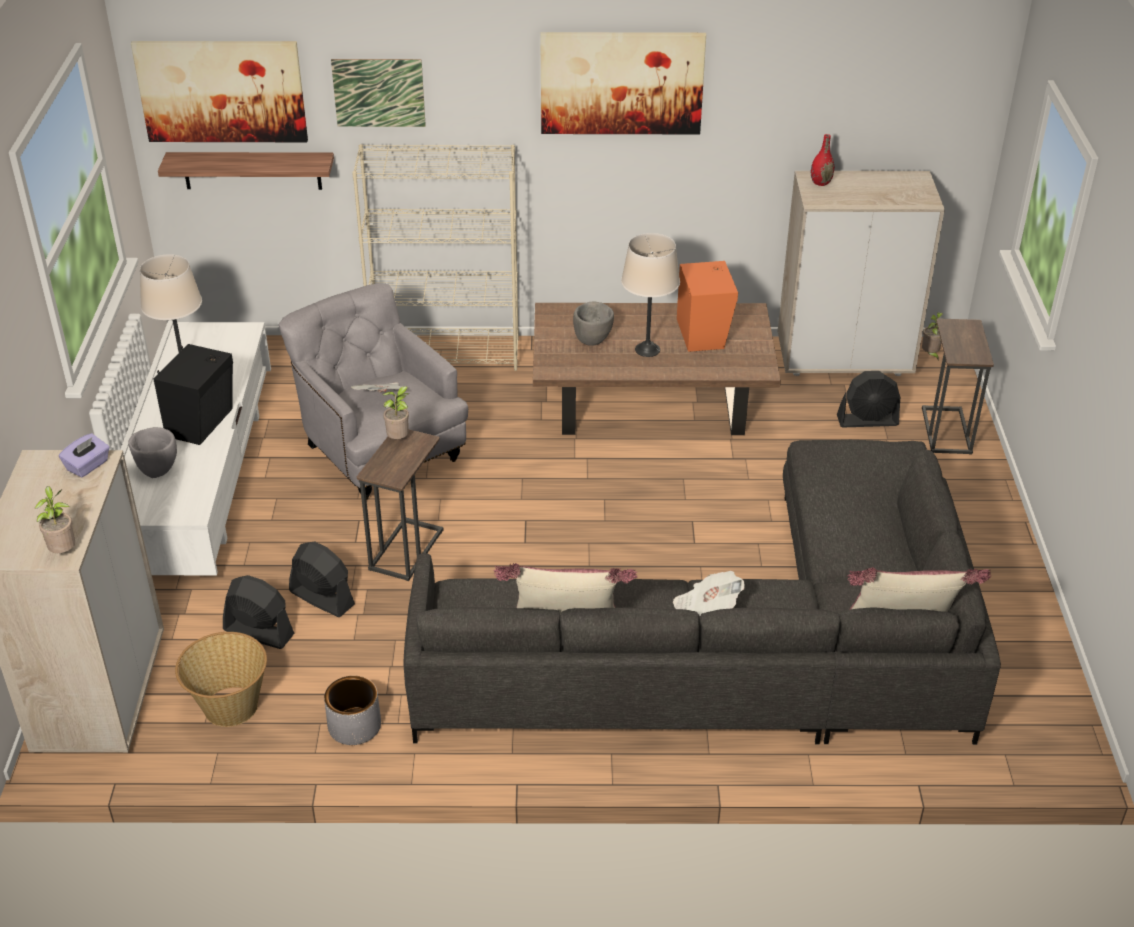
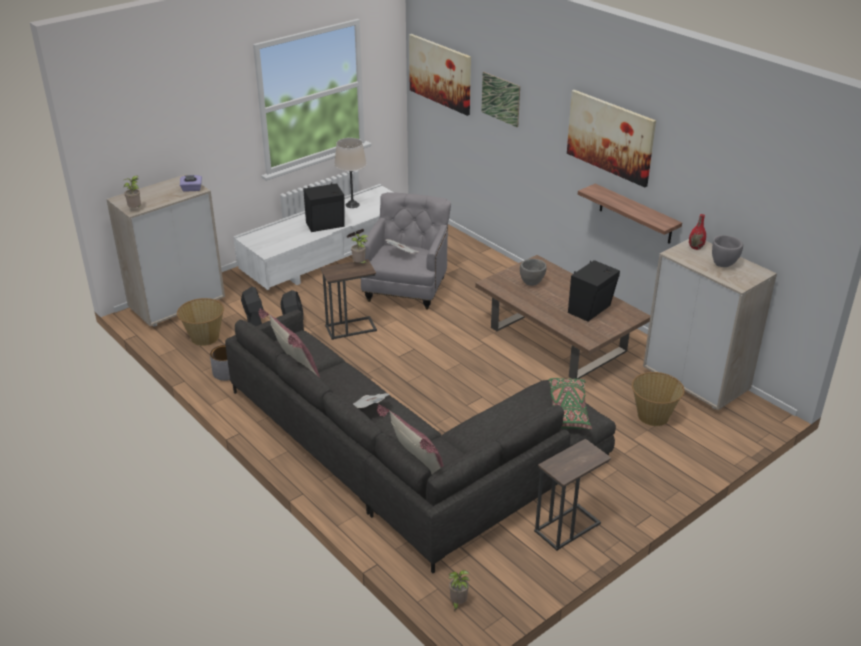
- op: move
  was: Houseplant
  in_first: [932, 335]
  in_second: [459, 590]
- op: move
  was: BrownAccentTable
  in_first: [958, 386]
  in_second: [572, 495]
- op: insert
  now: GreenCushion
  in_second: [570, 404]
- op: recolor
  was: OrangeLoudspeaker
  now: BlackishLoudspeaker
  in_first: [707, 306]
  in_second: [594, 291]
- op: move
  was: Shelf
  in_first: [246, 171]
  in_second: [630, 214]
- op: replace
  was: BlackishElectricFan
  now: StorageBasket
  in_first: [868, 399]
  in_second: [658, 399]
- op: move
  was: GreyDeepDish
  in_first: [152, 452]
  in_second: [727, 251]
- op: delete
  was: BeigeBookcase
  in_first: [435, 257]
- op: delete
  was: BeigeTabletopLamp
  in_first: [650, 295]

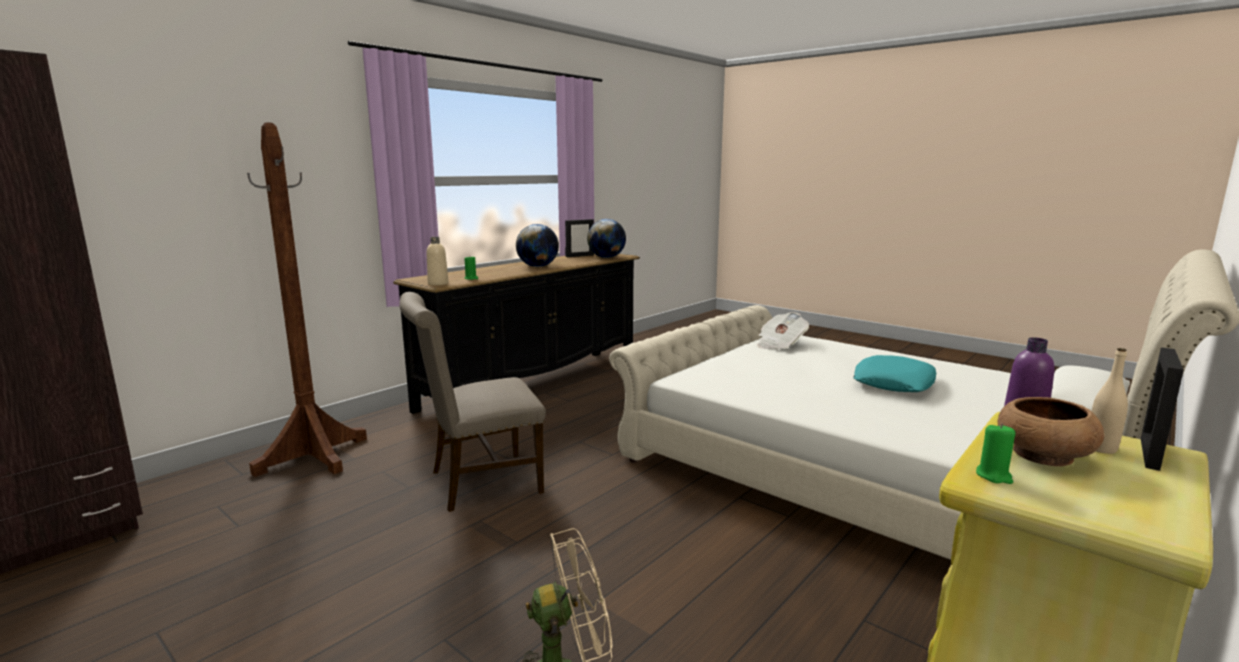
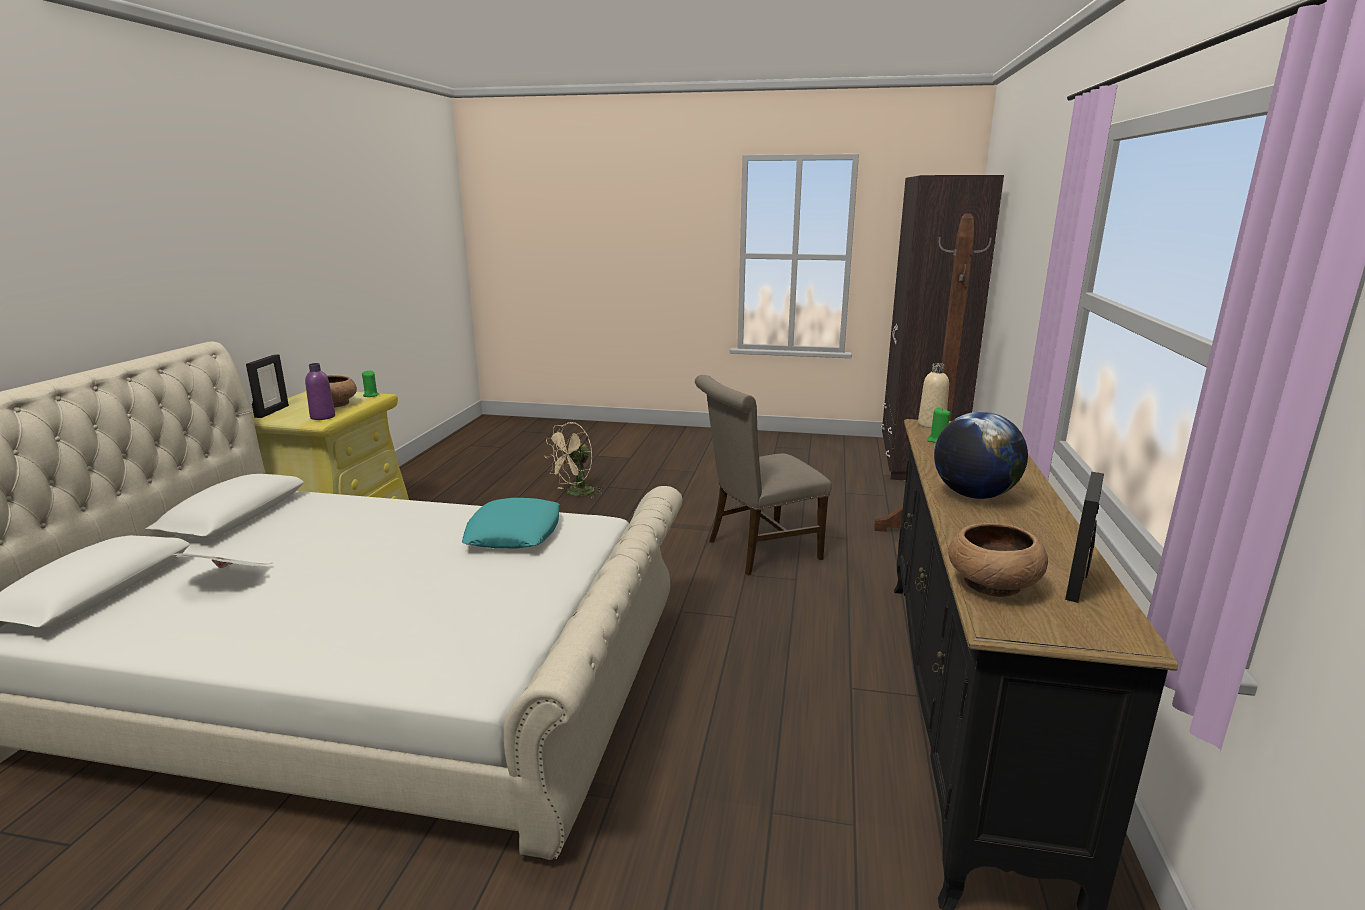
- op: move
  was: DailyPaper
  in_first: [783, 330]
  in_second: [221, 560]
- op: move
  was: TurquoiseColouredCushion
  in_first: [895, 373]
  in_second: [511, 523]
- op: rotate
  was: BeigePlainChair
  in_first: [472, 402]
  in_second: [763, 475]
  clockwise: -150
- op: replace
  was: Globe
  now: BrownDeepDish
  in_first: [606, 238]
  in_second: [998, 560]
- op: delete
  was: BeigeDrinkBottle
  in_first: [1109, 401]

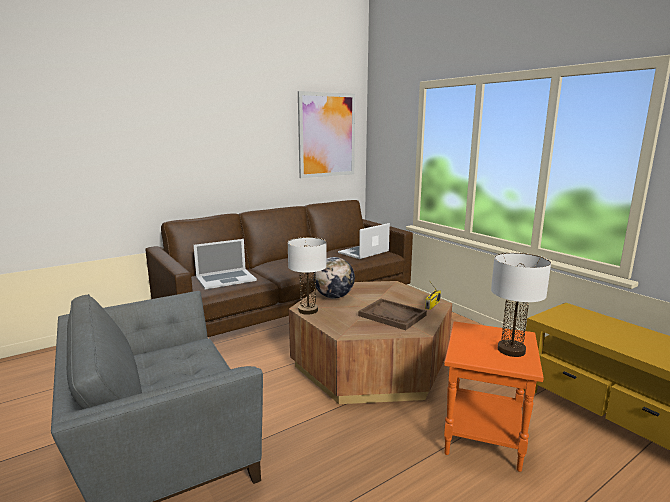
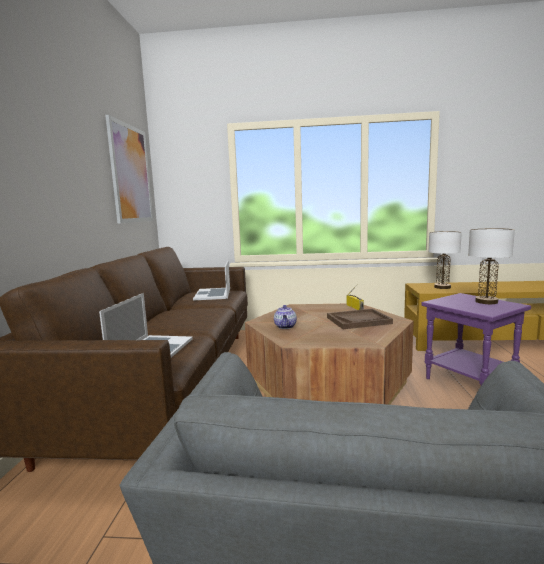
- op: replace
  was: Globe
  now: PotForTea
  in_first: [334, 277]
  in_second: [285, 317]
- op: recolor
  was: OrangeAccentTable
  now: PurplishAccentTable
  in_first: [494, 396]
  in_second: [476, 339]
- op: move
  was: TabletopLamp
  in_first: [307, 276]
  in_second: [445, 260]

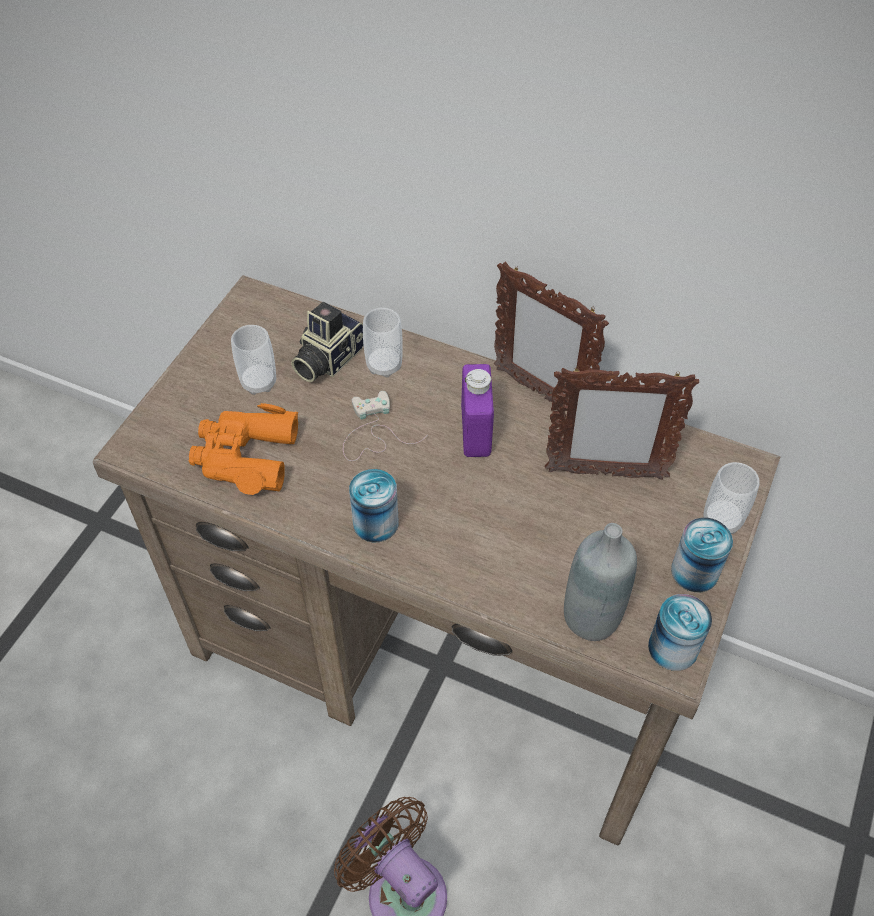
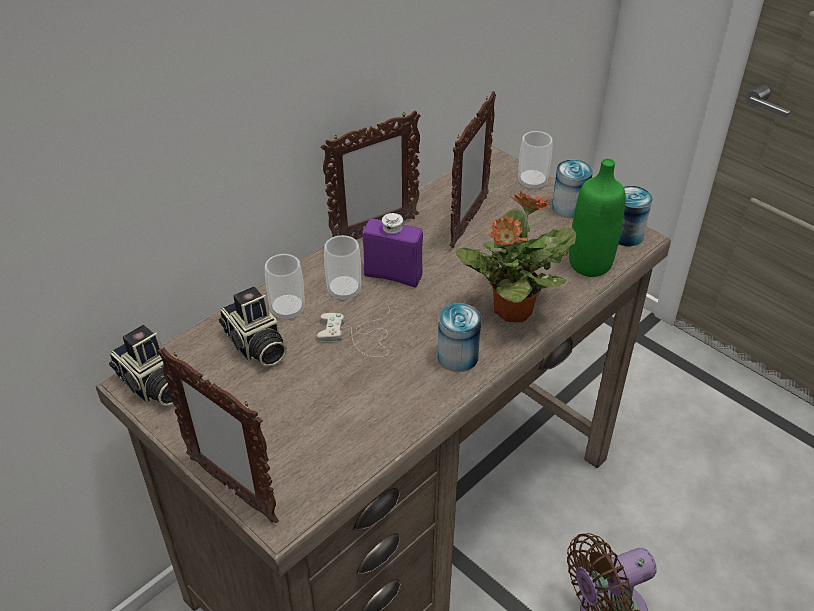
- op: insert
  now: StillCamera
  in_second: [141, 365]
- op: insert
  now: PictureFrame
  in_second: [218, 435]
- op: move
  was: SmallCup
  in_first: [253, 360]
  in_second: [342, 268]
- op: insert
  now: Houseplant
  in_second: [516, 257]
- op: recolor
  was: GreyDrinkBottle
  now: GreenDrinkBottle
  in_first: [600, 582]
  in_second: [597, 217]
- op: delete
  was: OrangePairOfBinoculars
  in_first: [243, 449]

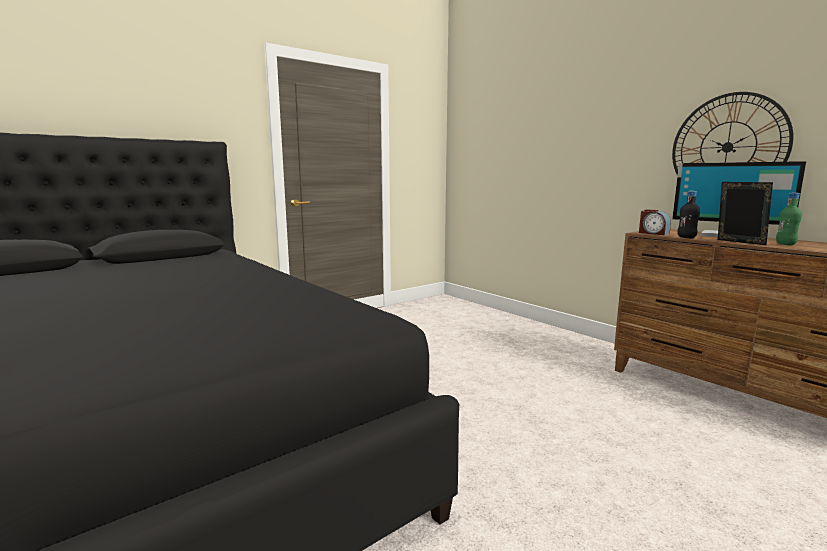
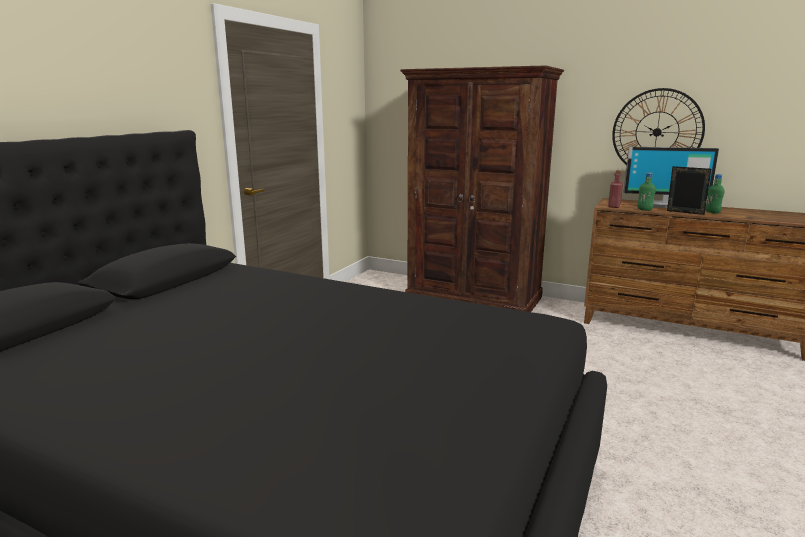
- op: insert
  now: BrownArmoire
  in_second: [482, 189]
- op: replace
  was: AlarmClock
  now: RedColouredDrinkBottle
  in_first: [655, 222]
  in_second: [615, 189]
- op: recolor
  was: BlackishDrinkBottle
  now: GreenDrinkBottle
  in_first: [688, 214]
  in_second: [646, 192]

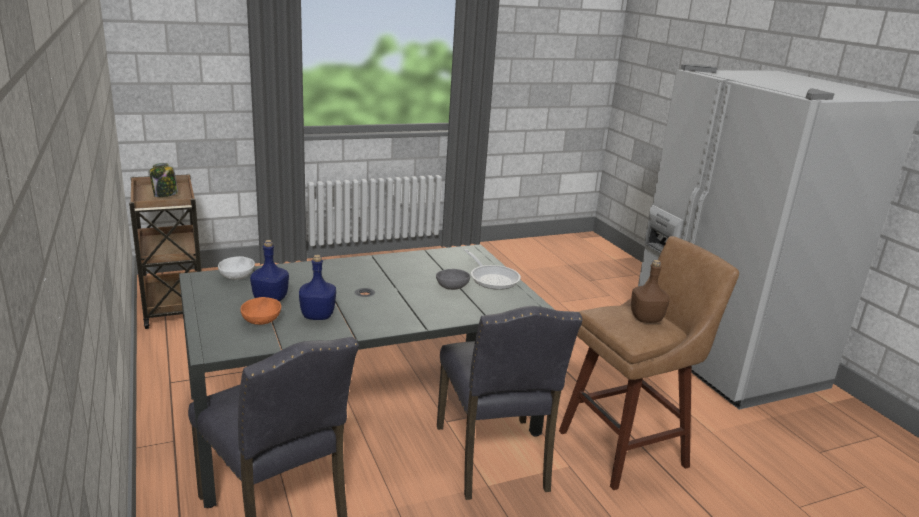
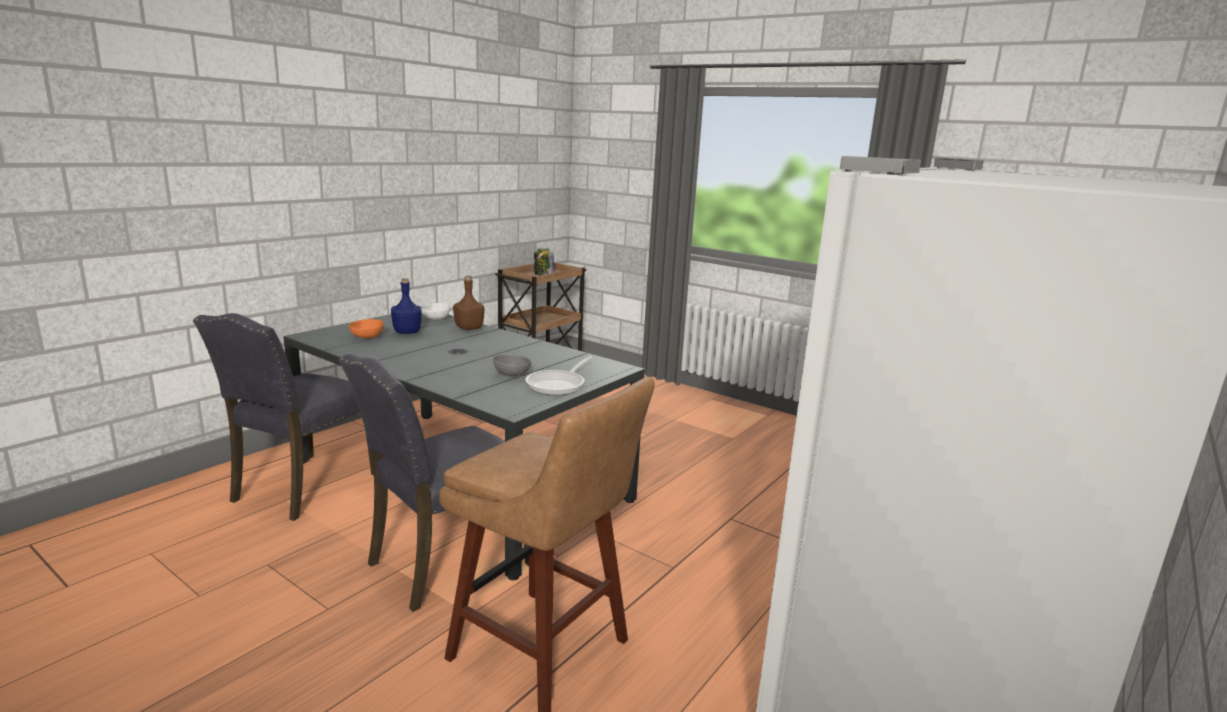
- op: move
  was: BrownDrinkBottle
  in_first: [650, 291]
  in_second: [469, 303]
- op: delete
  was: BluishDrinkBottle
  in_first: [317, 287]

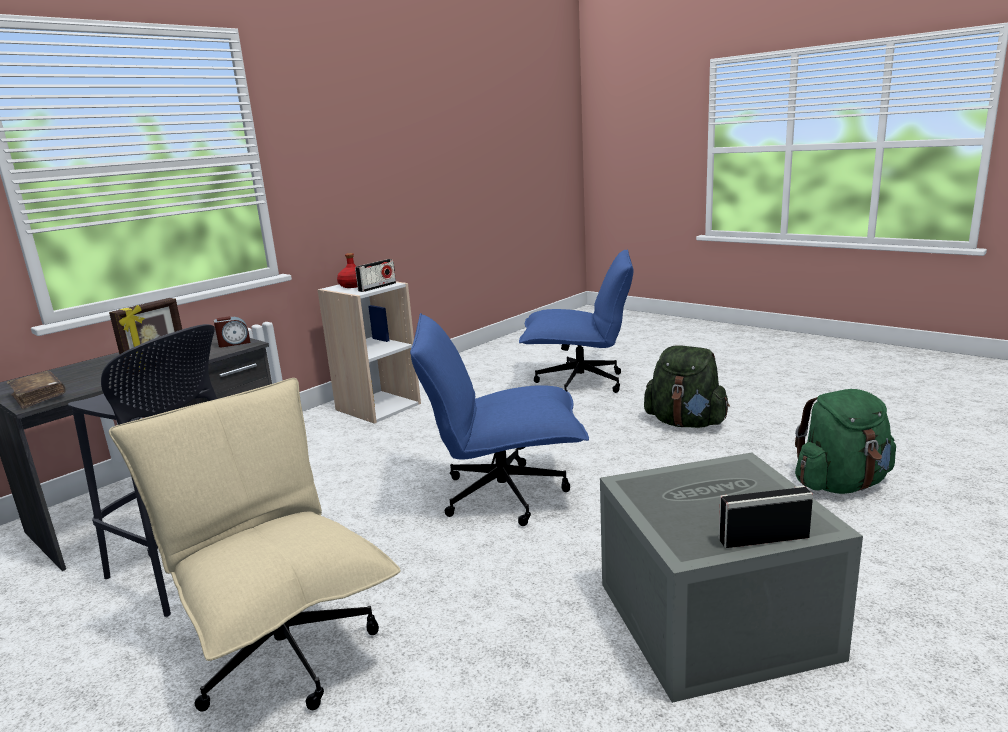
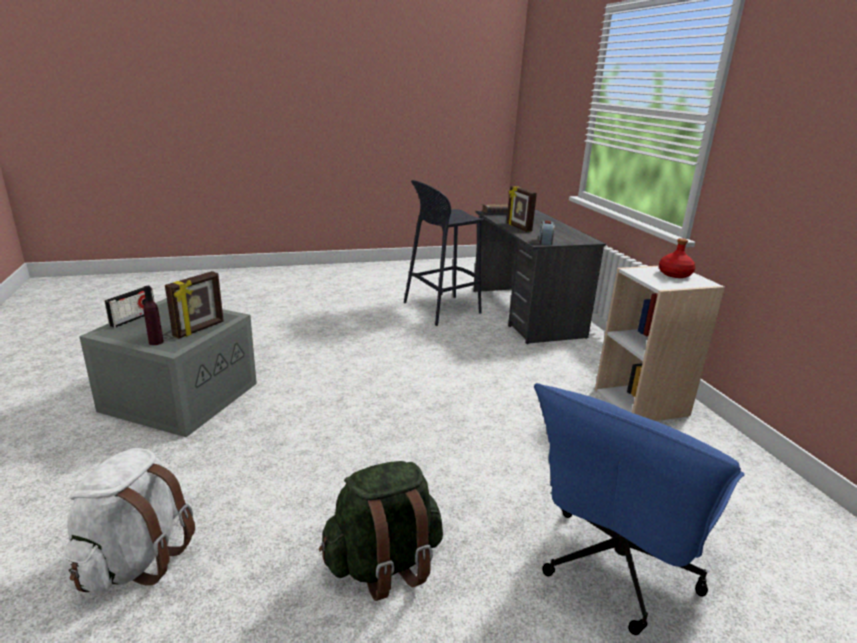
- op: recolor
  was: GreenBackpack
  now: WhitishBackpack
  in_first: [845, 441]
  in_second: [129, 520]
- op: insert
  now: PurplishDrinkBottle
  in_second: [153, 315]
- op: insert
  now: PictureFrame
  in_second: [194, 305]
- op: delete
  was: BeigeOfficeChair
  in_first: [255, 545]
- op: delete
  was: RadioReceiver
  in_first: [375, 275]
- op: delete
  was: BluishOfficeChair
  in_first: [499, 419]

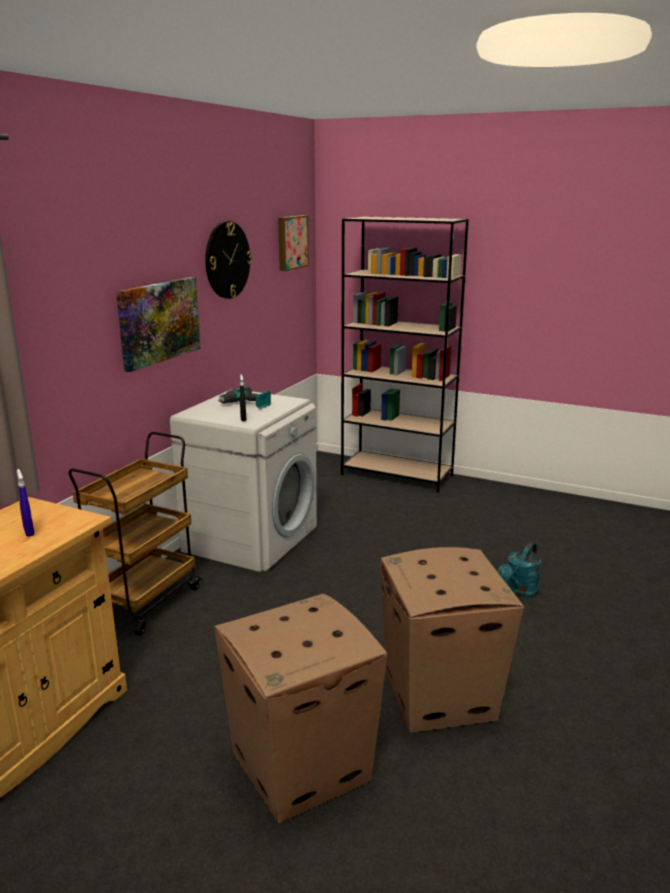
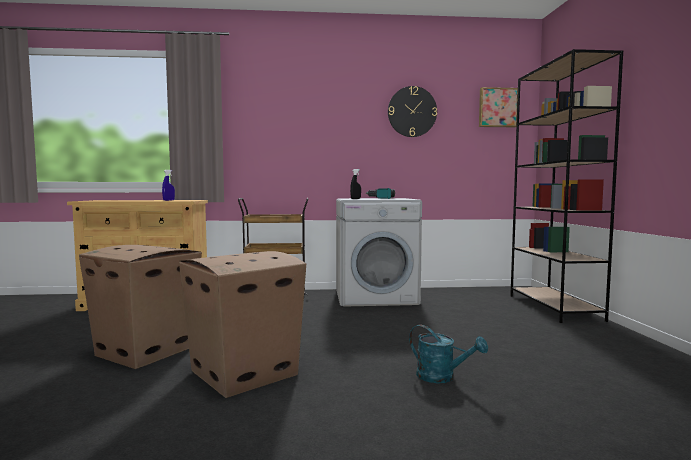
- op: rotate
  was: TurquoiseColouredWateringCan
  in_first: [519, 570]
  in_second: [448, 354]
  clockwise: -150
- op: delete
  was: WallArt
  in_first: [158, 324]

